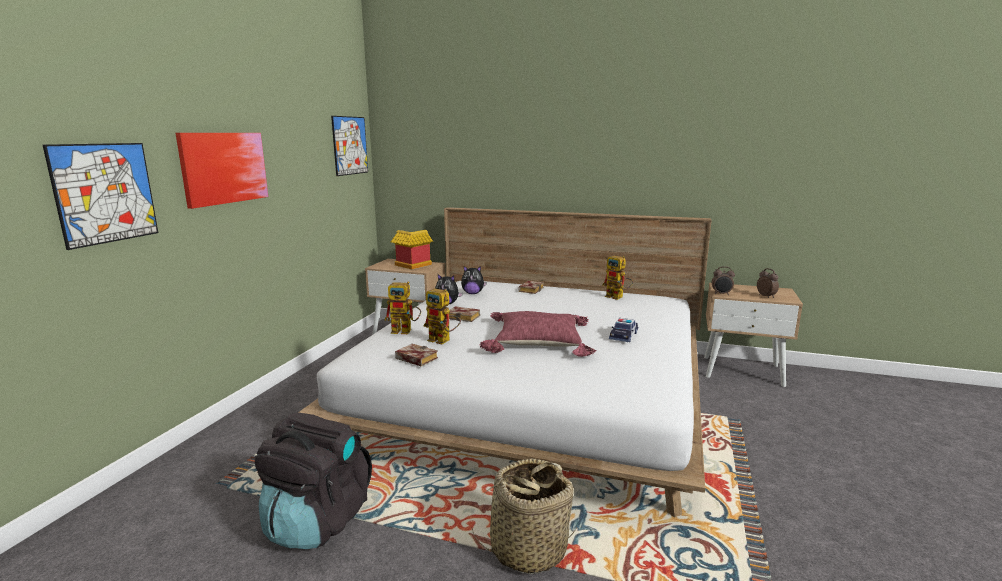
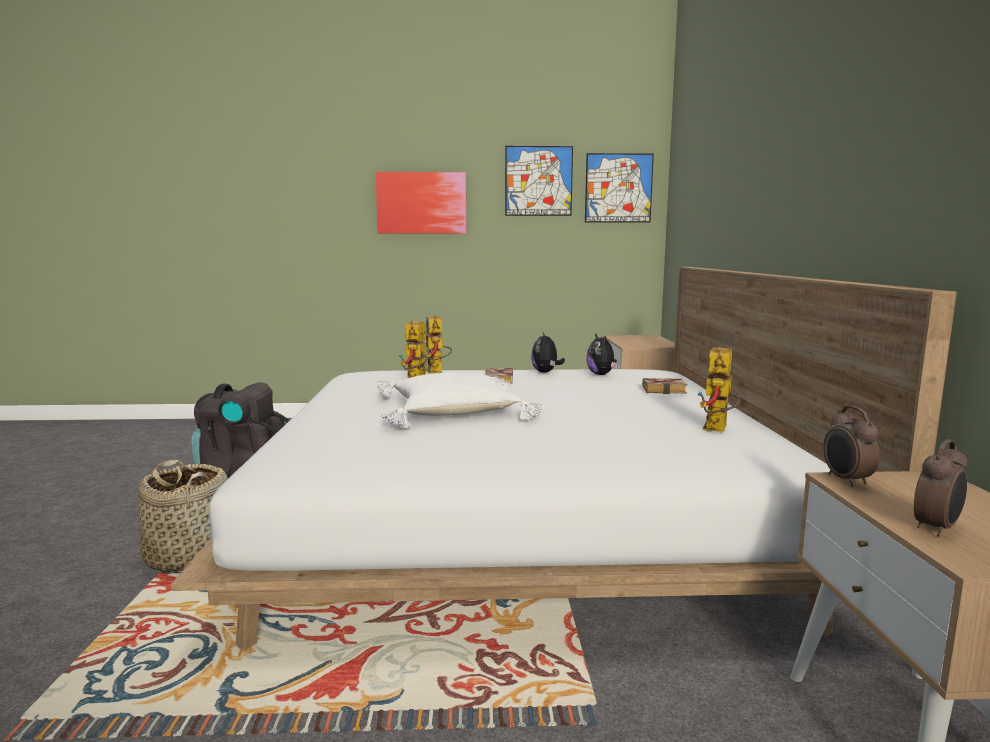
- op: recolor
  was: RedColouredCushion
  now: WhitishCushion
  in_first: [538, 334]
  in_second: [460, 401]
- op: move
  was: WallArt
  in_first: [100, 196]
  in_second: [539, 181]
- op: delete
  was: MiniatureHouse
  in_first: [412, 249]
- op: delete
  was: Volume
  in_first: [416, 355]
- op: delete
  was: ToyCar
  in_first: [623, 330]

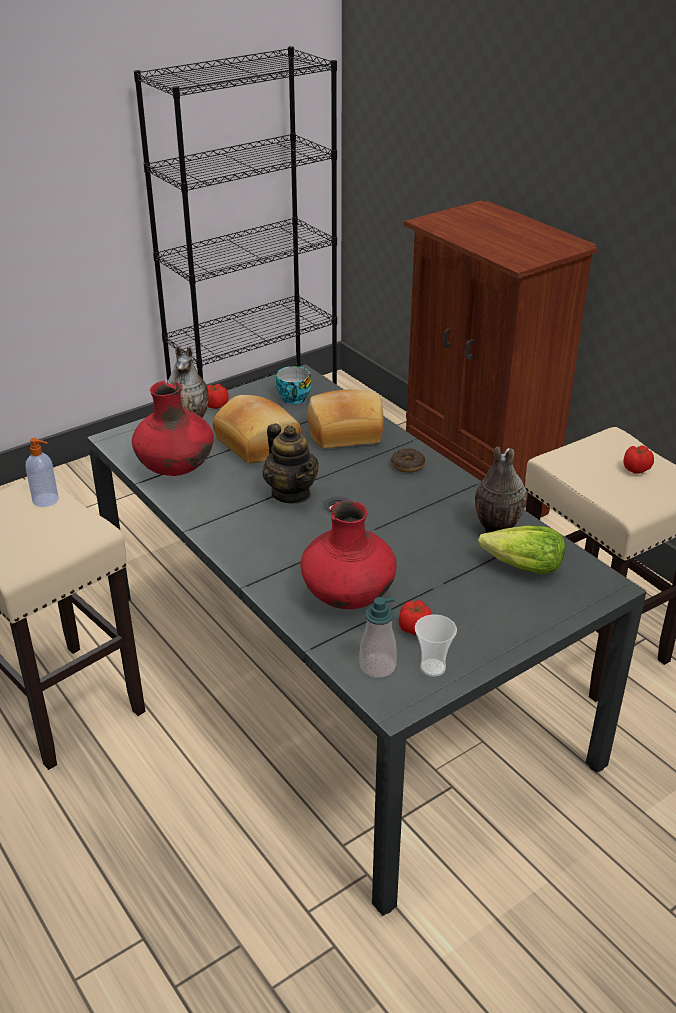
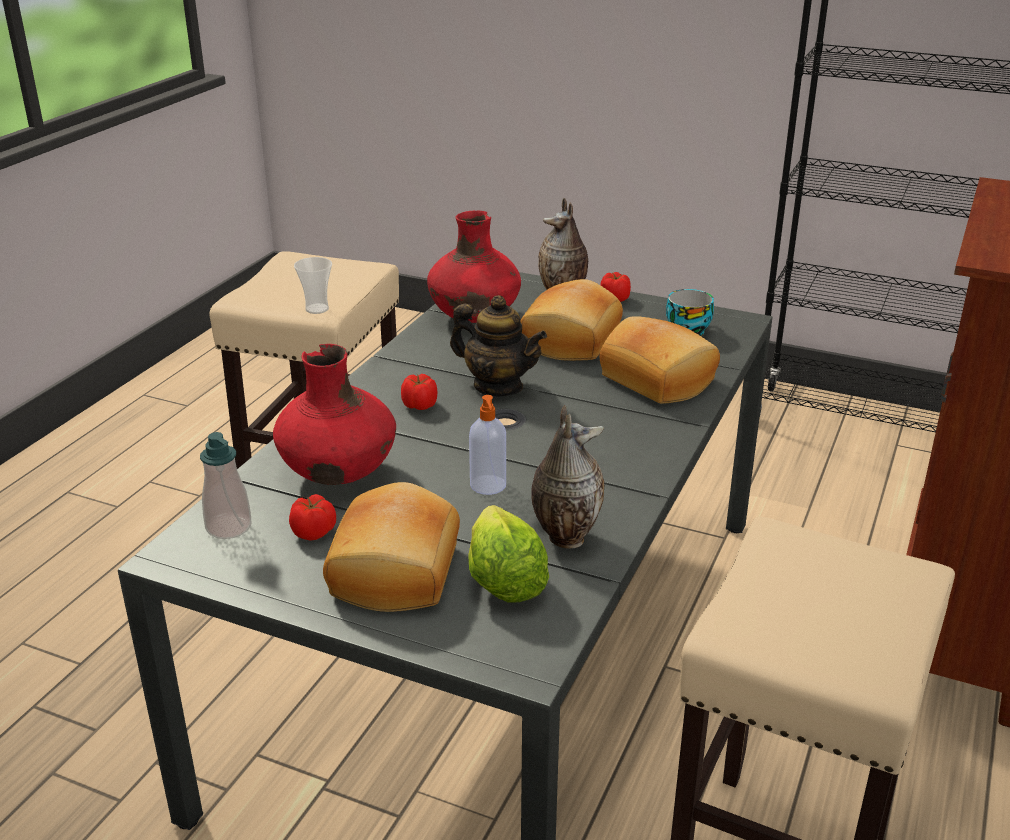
- op: move
  was: SmallCup
  in_first: [436, 646]
  in_second: [313, 285]
- op: insert
  now: BakedBread
  in_second: [391, 547]
- op: move
  was: Tomato
  in_first: [638, 460]
  in_second: [419, 392]
- op: rotate
  was: PotForTea
  in_first: [291, 464]
  in_second: [498, 345]
  clockwise: -90
- op: move
  was: SoapBottle
  in_first: [42, 472]
  in_second: [487, 445]
- op: delete
  was: Donut
  in_first: [408, 460]

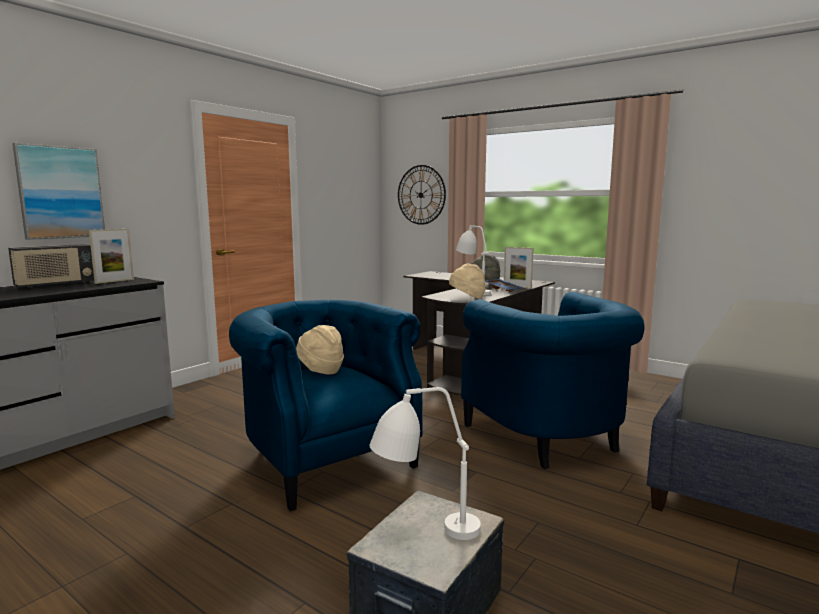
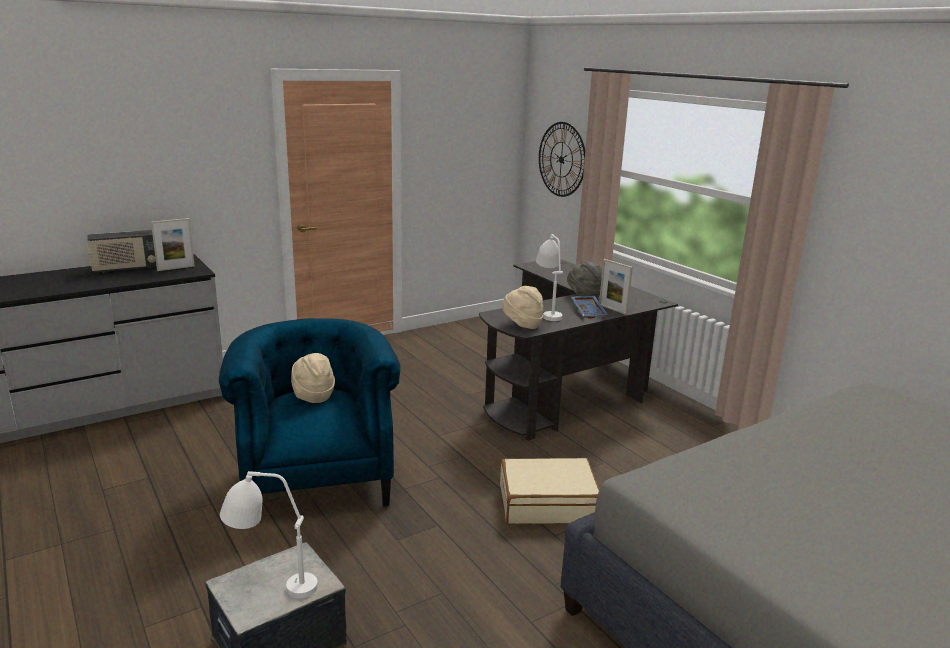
- op: replace
  was: BluishLoungeChair
  now: BeigeSuitcase
  in_first: [552, 380]
  in_second: [550, 491]
- op: delete
  was: WallArt
  in_first: [58, 191]

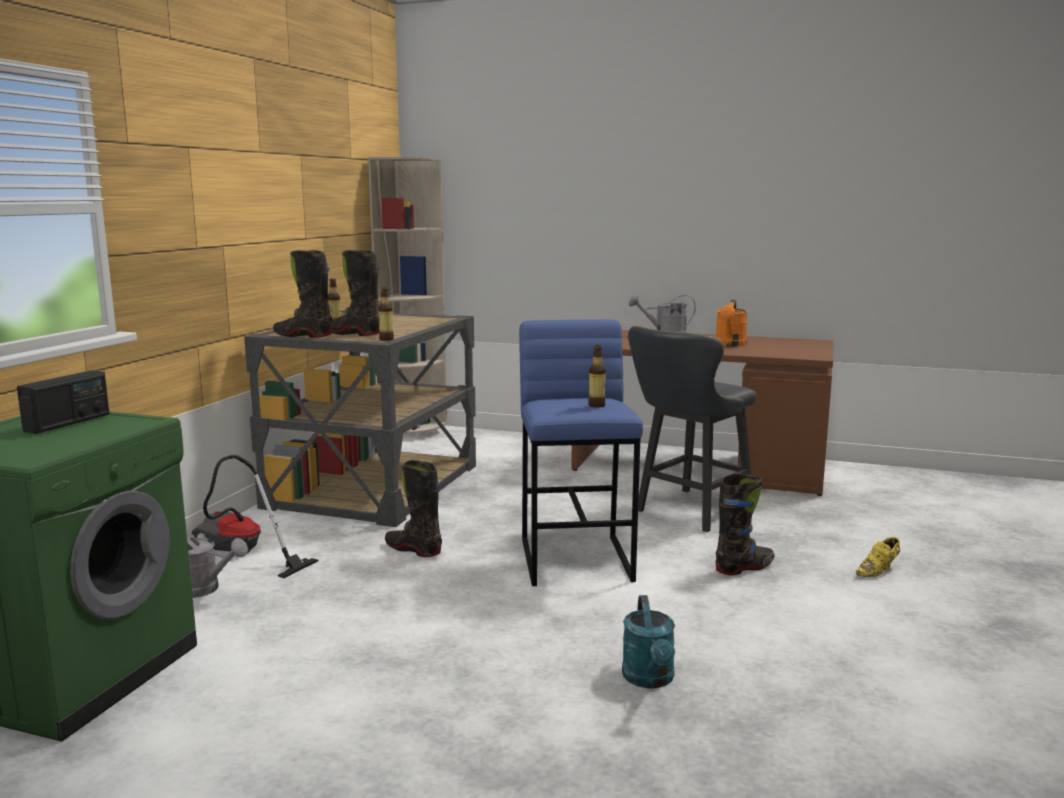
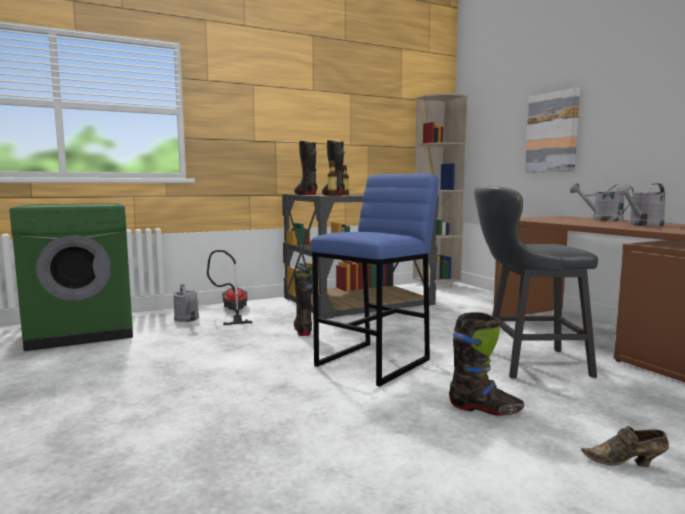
- op: insert
  now: WallArt
  in_second: [552, 130]
- op: recolor
  was: YellowColouredItemOfFootwear
  now: BrownItemOfFootwear
  in_first: [878, 557]
  in_second: [625, 446]
- op: recolor
  was: OrangeWateringCan
  now: GreyWateringCan
  in_first: [732, 323]
  in_second: [641, 204]
- op: delete
  was: RadioReceiver
  in_first: [63, 402]
- op: delete
  was: DrinkBottle
  in_first: [597, 376]
- op: delete
  was: TurquoiseColouredWateringCan
  in_first: [648, 642]

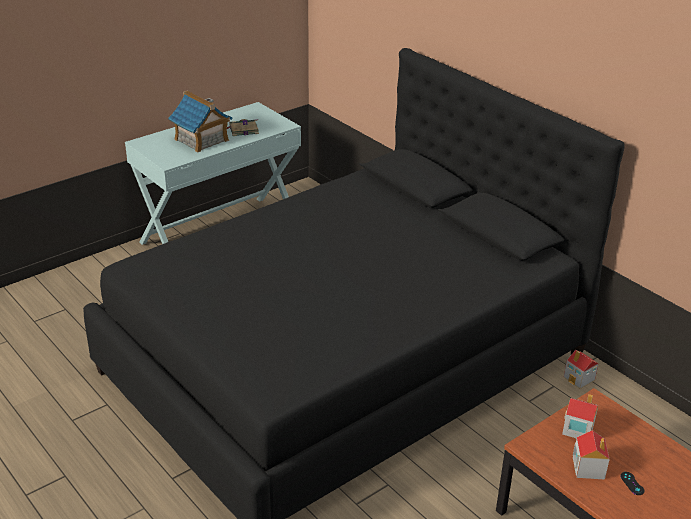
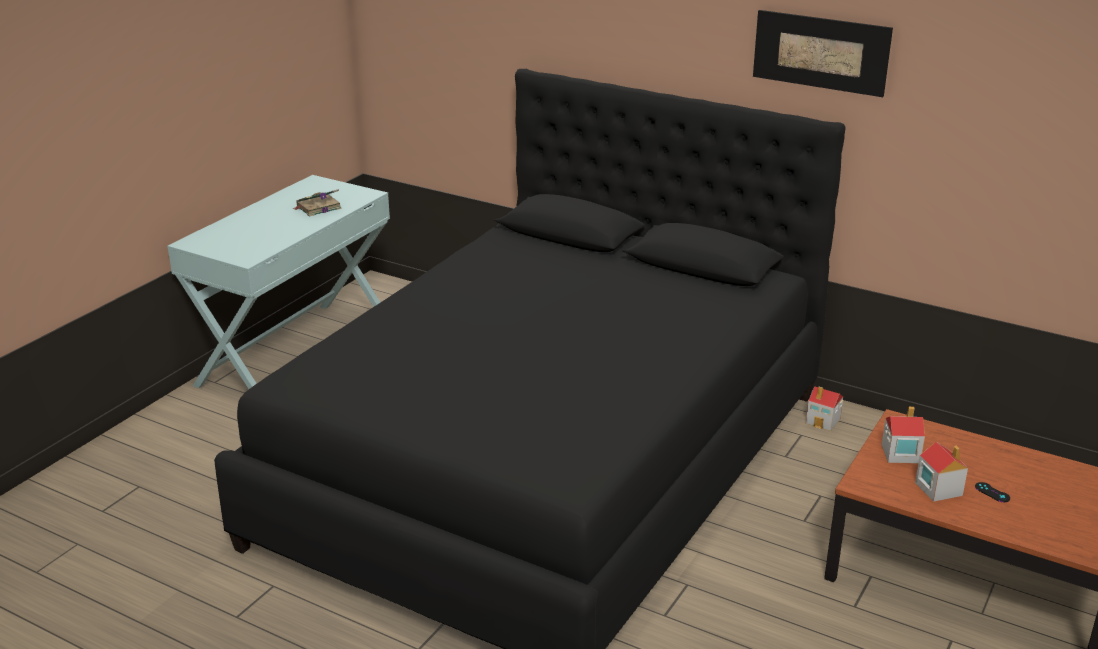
- op: insert
  now: WallArt
  in_second: [823, 53]
- op: delete
  was: MiniatureHouse
  in_first: [200, 122]

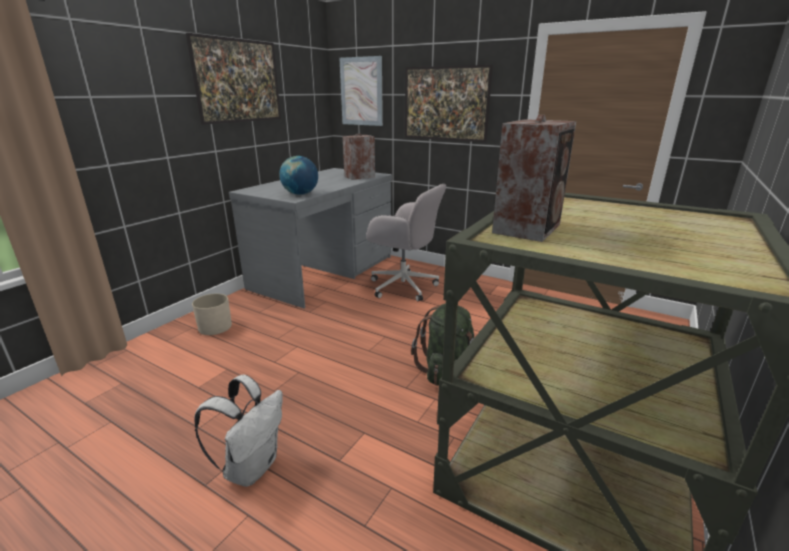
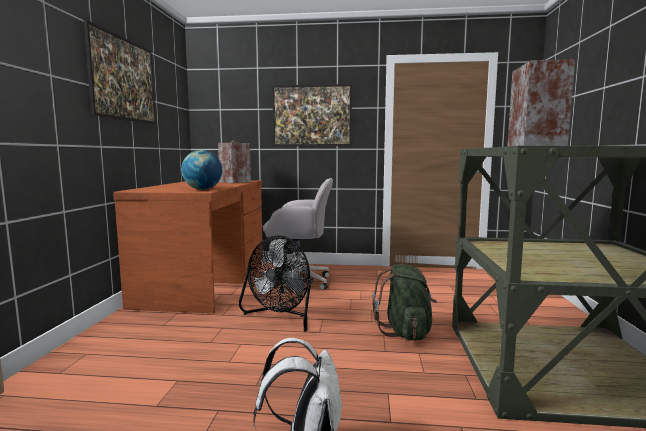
- op: recolor
  was: GreyDesk
  now: BrownDesk
  in_first: [310, 238]
  in_second: [188, 247]
- op: insert
  now: BlackishElectricFan
  in_second: [276, 283]
- op: delete
  was: BeigeFlowerPot
  in_first: [212, 314]
- op: delete
  was: WallArt
  in_first: [361, 91]

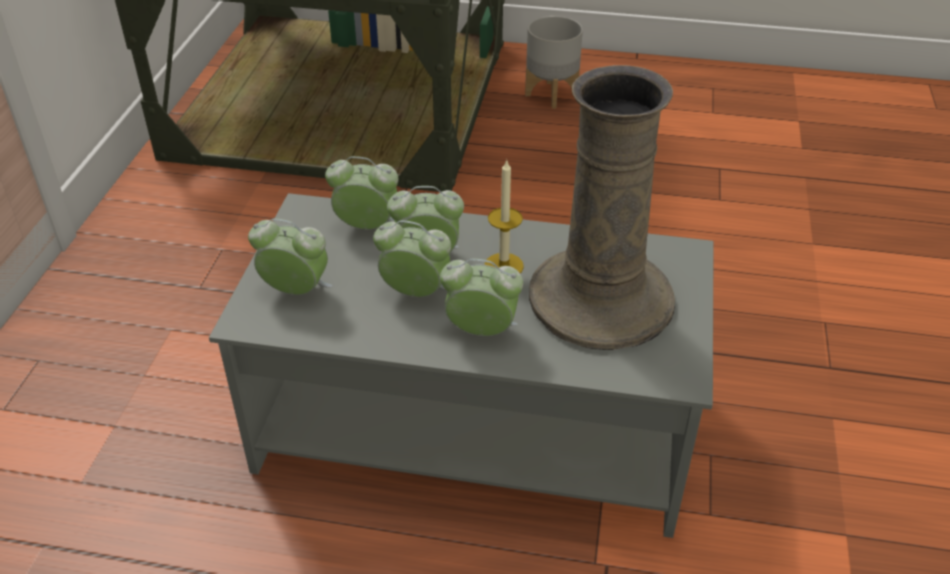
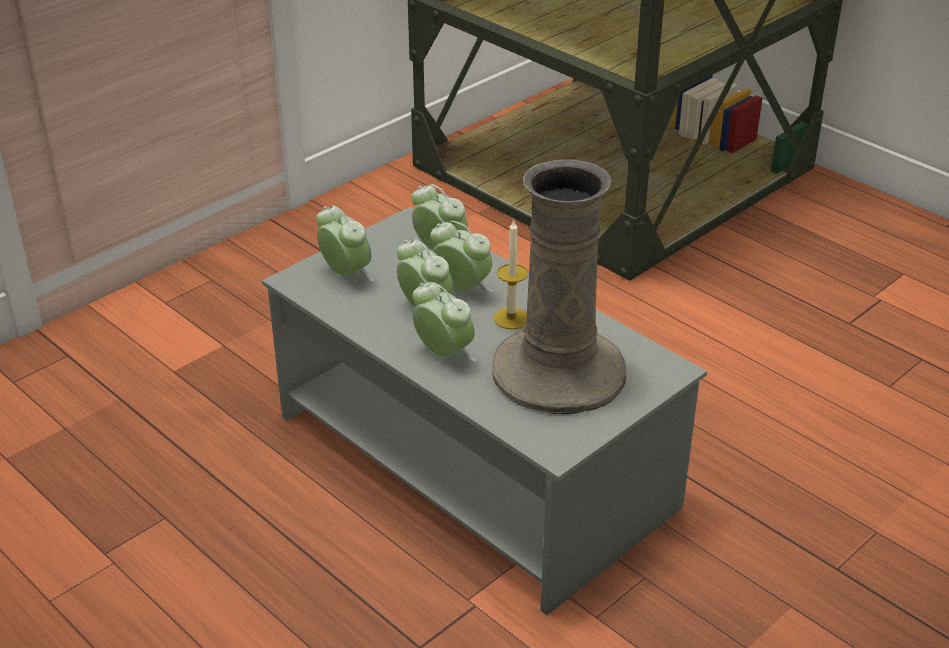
- op: delete
  was: GreyFlowerPot
  in_first: [554, 62]

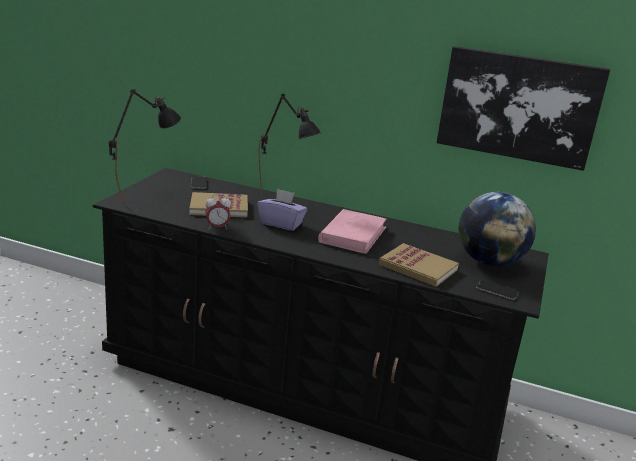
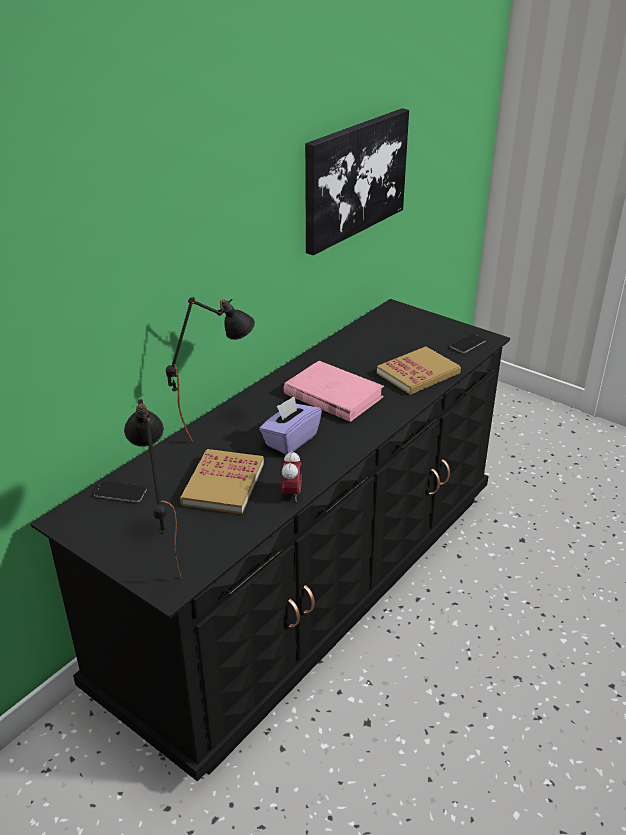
- op: delete
  was: Globe
  in_first: [497, 229]

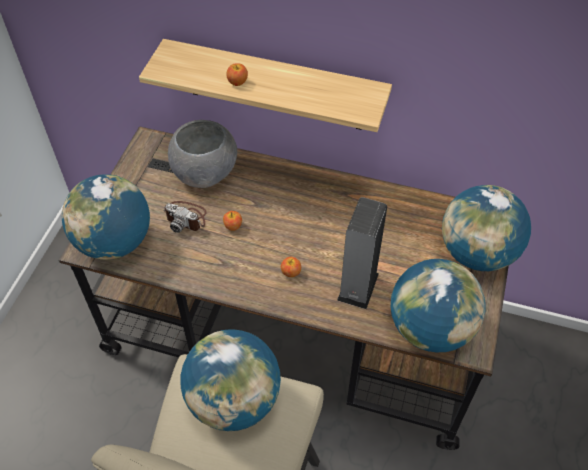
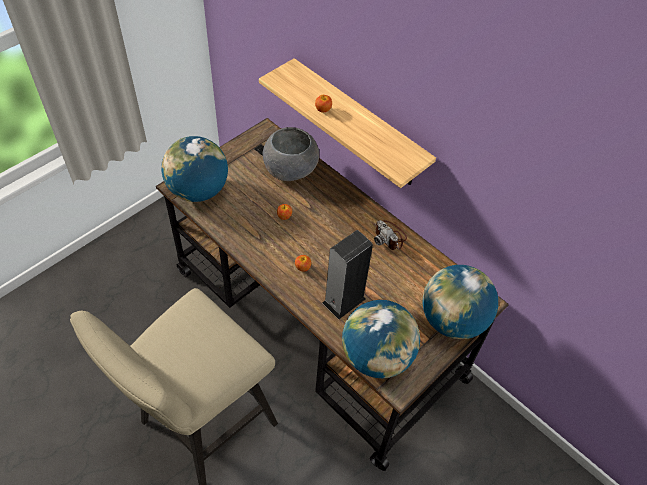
- op: move
  was: StillCamera
  in_first: [185, 217]
  in_second: [390, 235]
- op: delete
  was: Globe
  in_first: [231, 380]

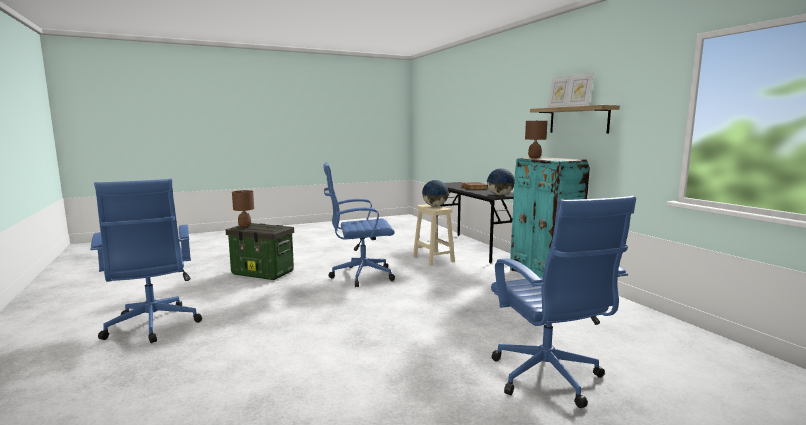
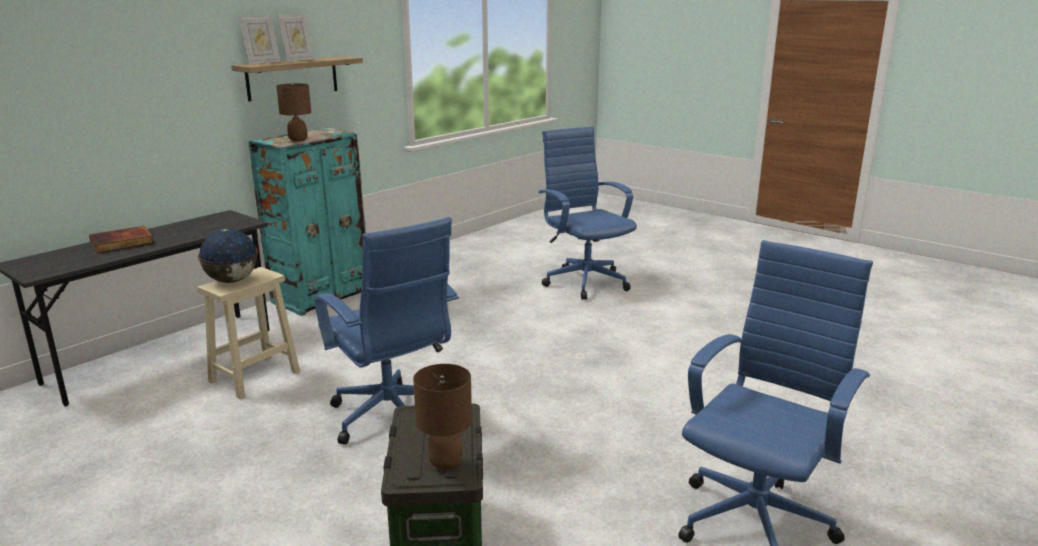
- op: rotate
  was: BluishOfficeChair
  in_first: [563, 302]
  in_second: [587, 213]
  clockwise: -75
- op: delete
  was: Globe
  in_first: [501, 182]

